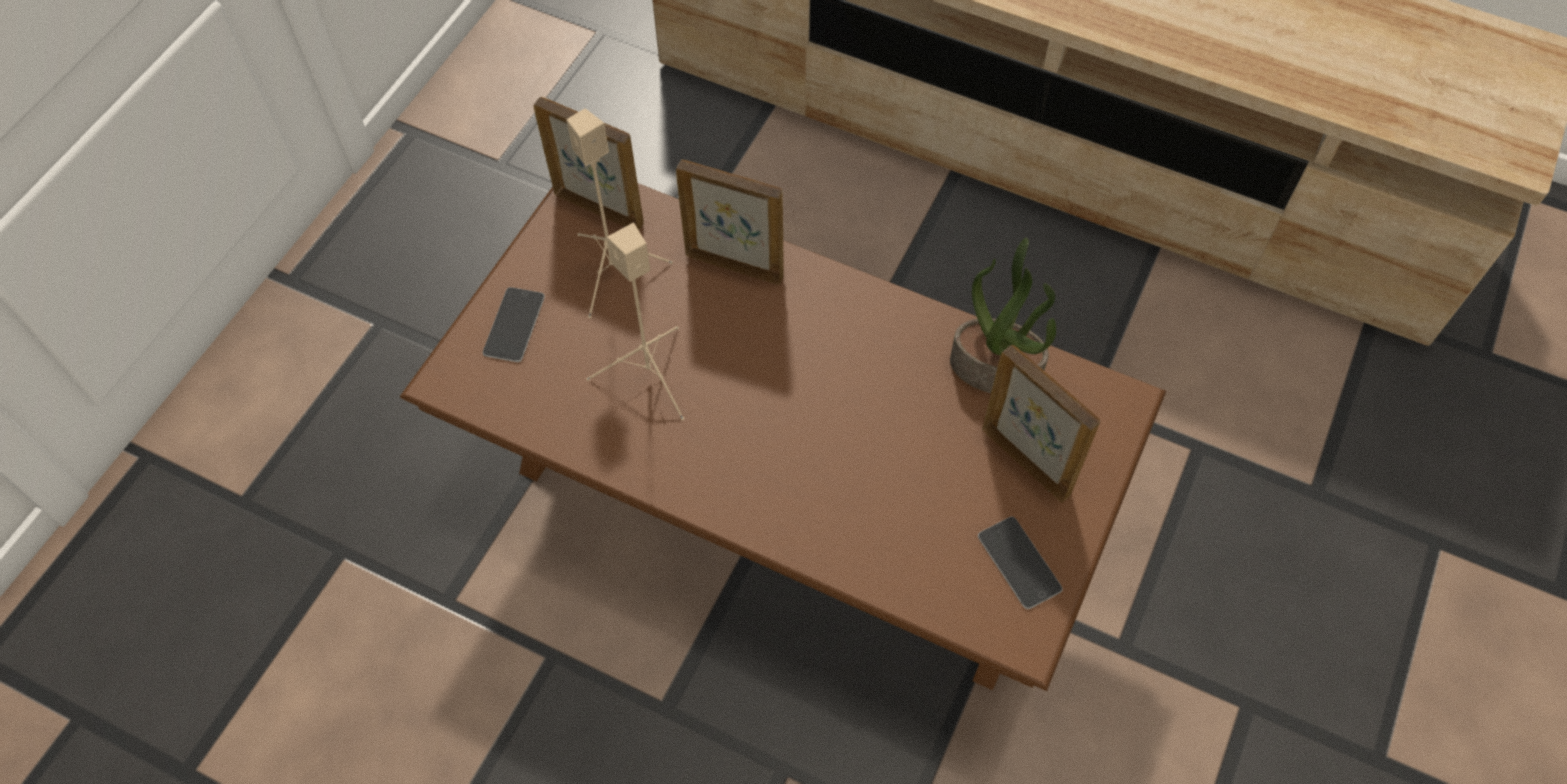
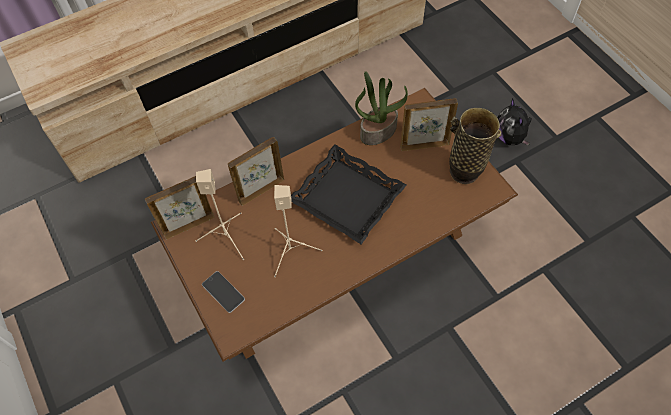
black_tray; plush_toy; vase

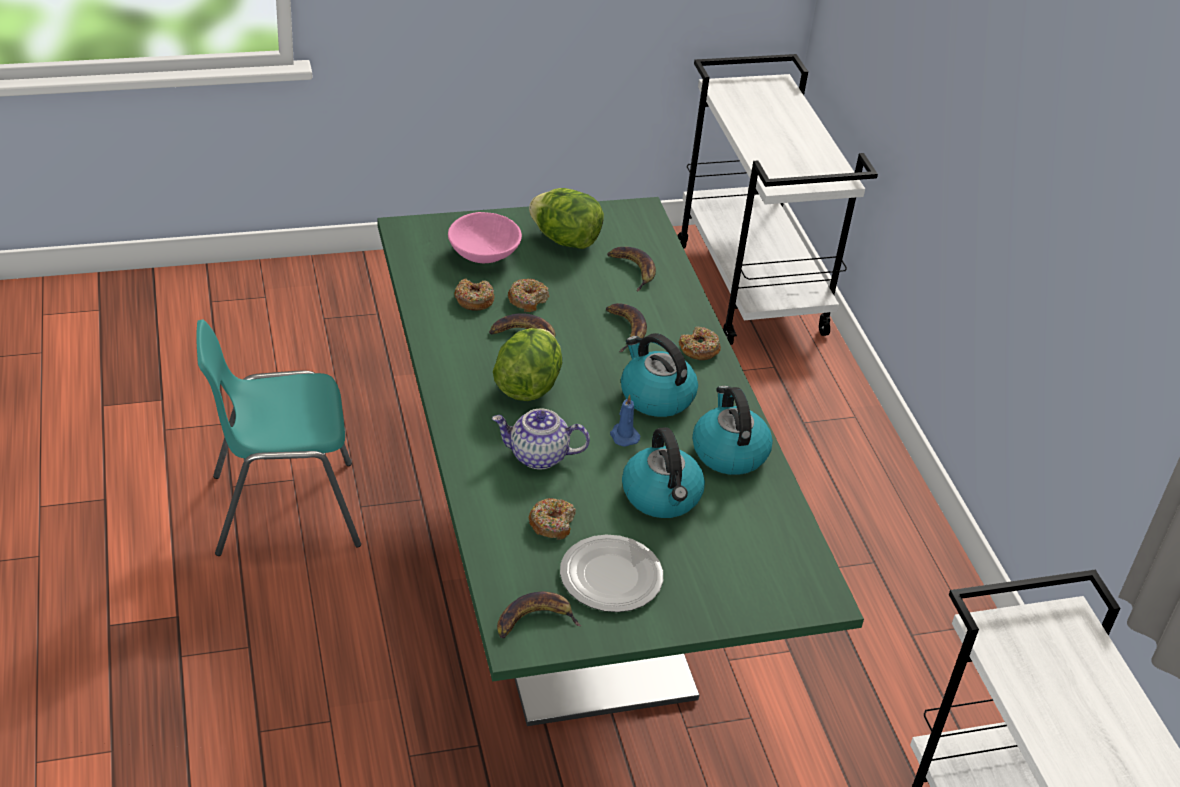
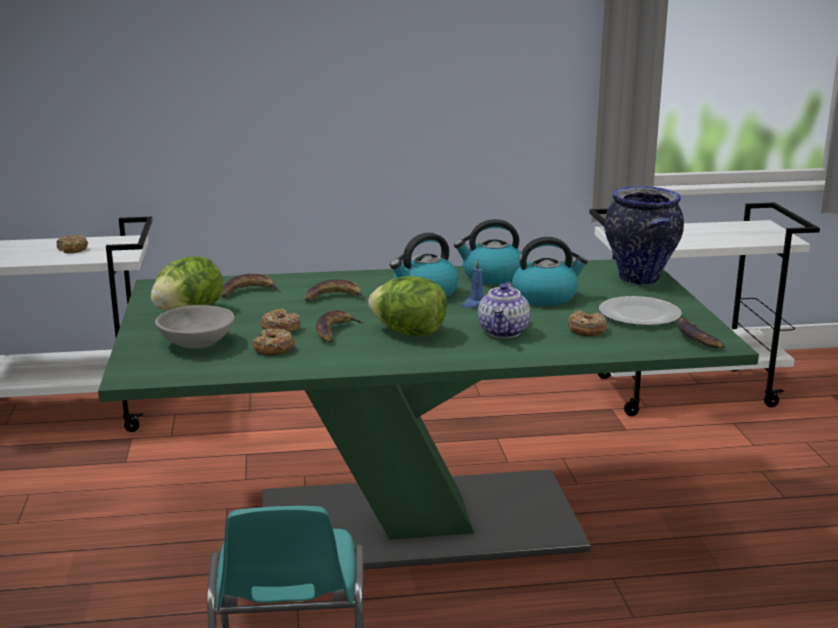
vase; donut (1st from left); grey_bowl

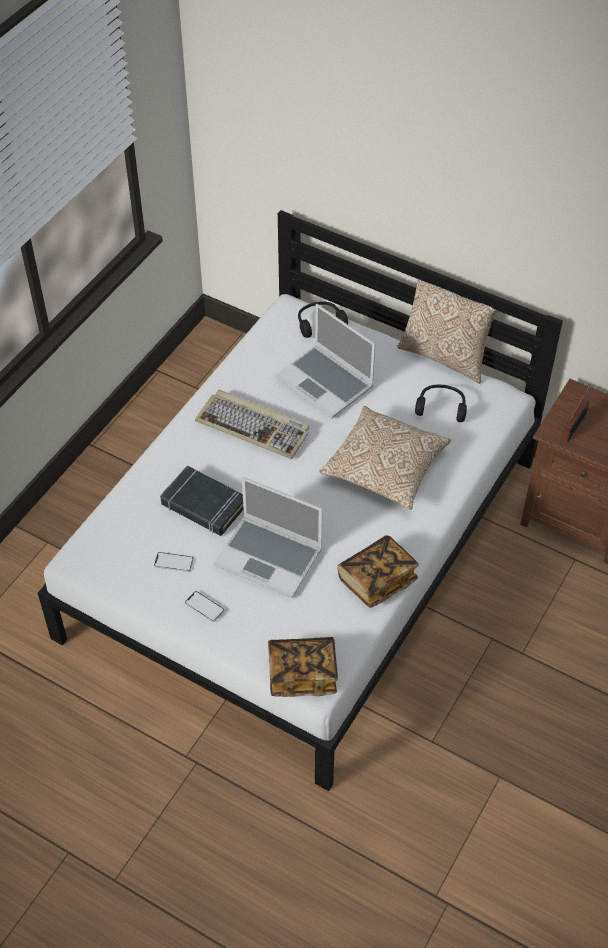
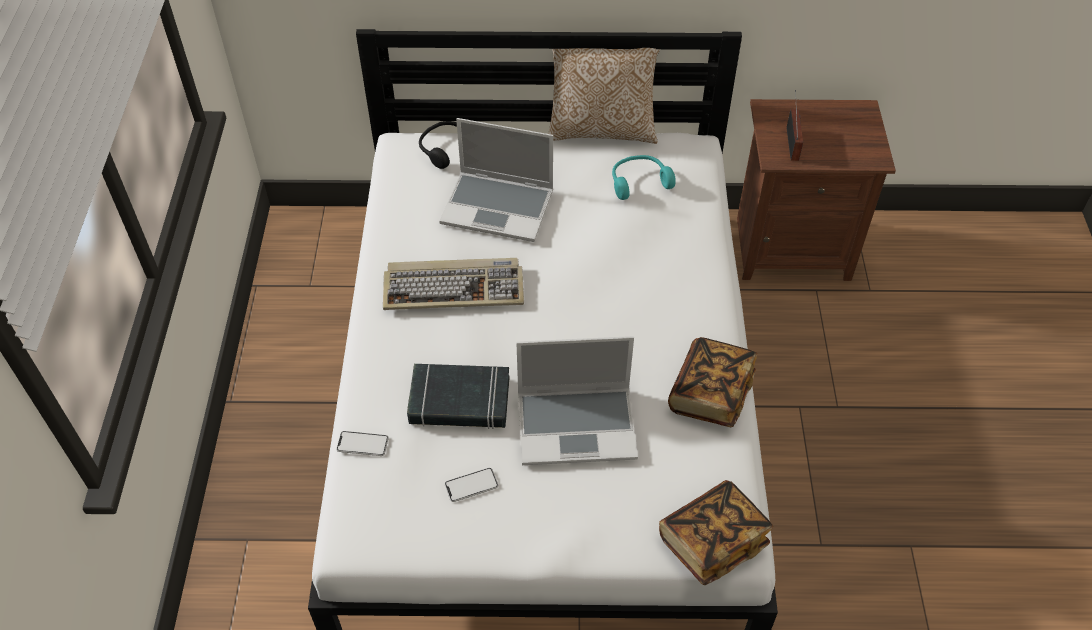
pillow (1st from left in the first image); phone (1st from left); turquoise_headphones

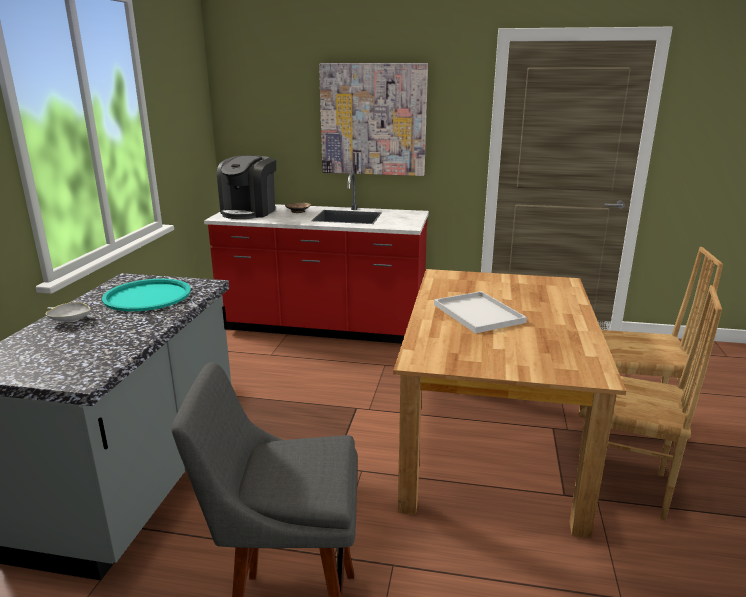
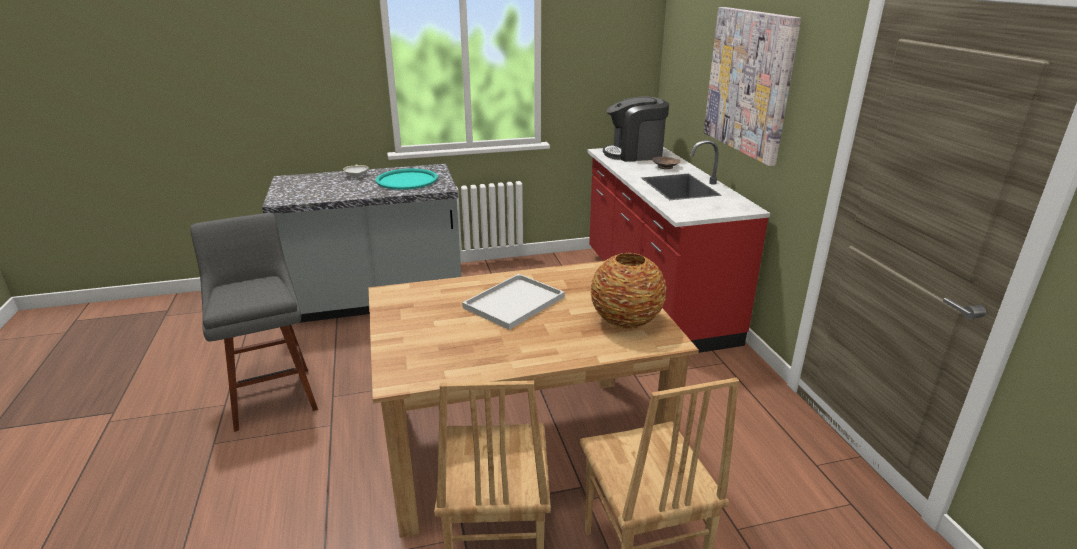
vase

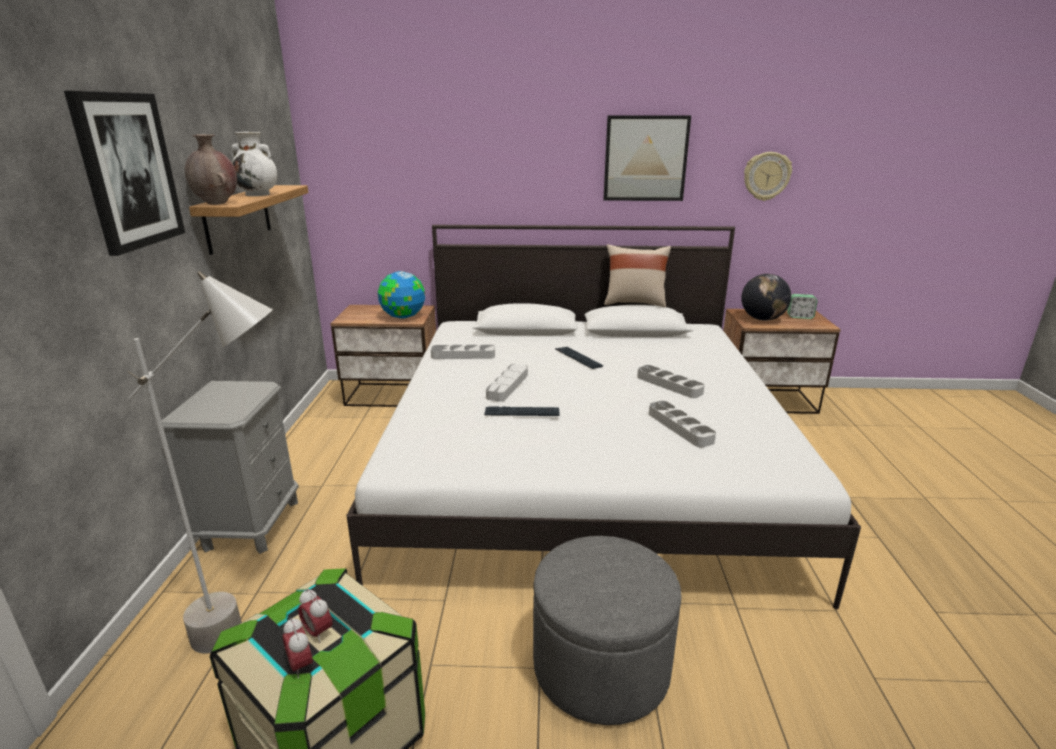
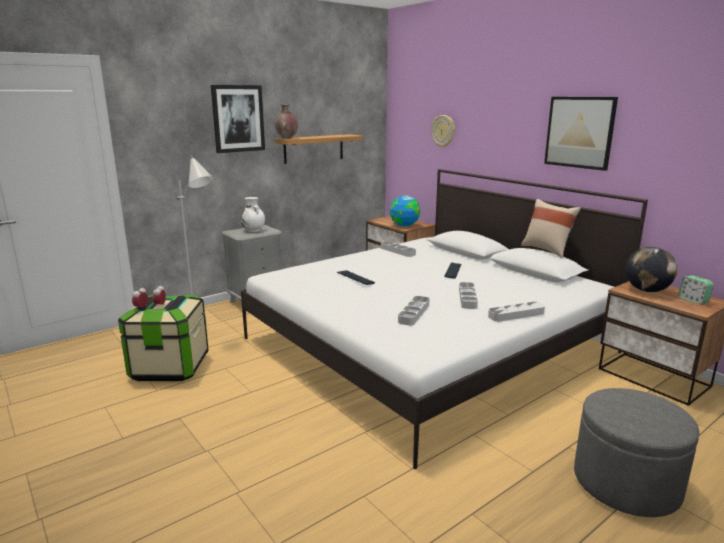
white_vase; grey_tray (4th from left); grey_ottoman; wall_clock

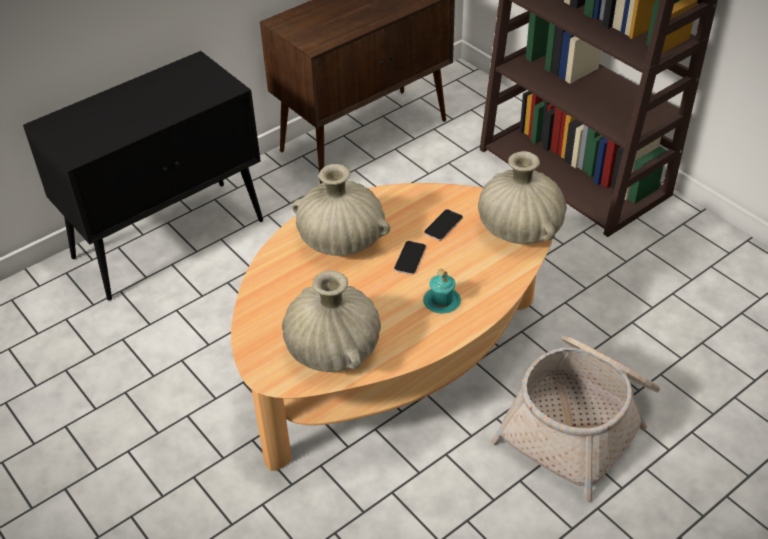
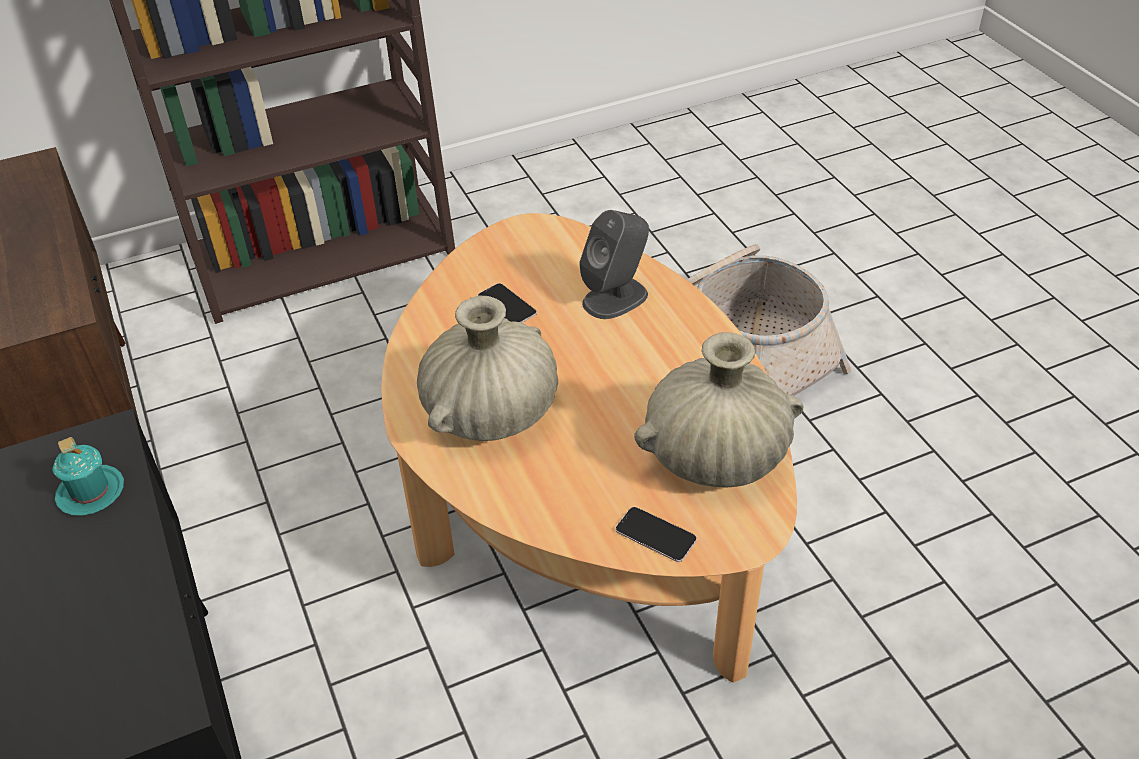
beige_vase (3rd from left in the first image); grey_speaker; phone (2nd from left); turquoise_mug

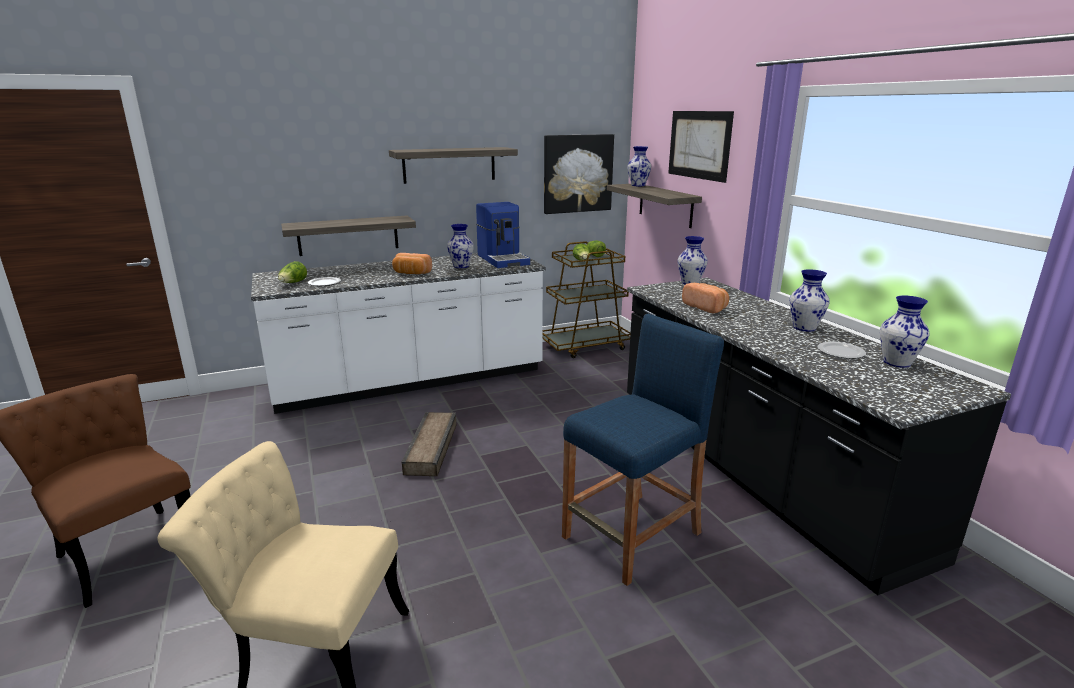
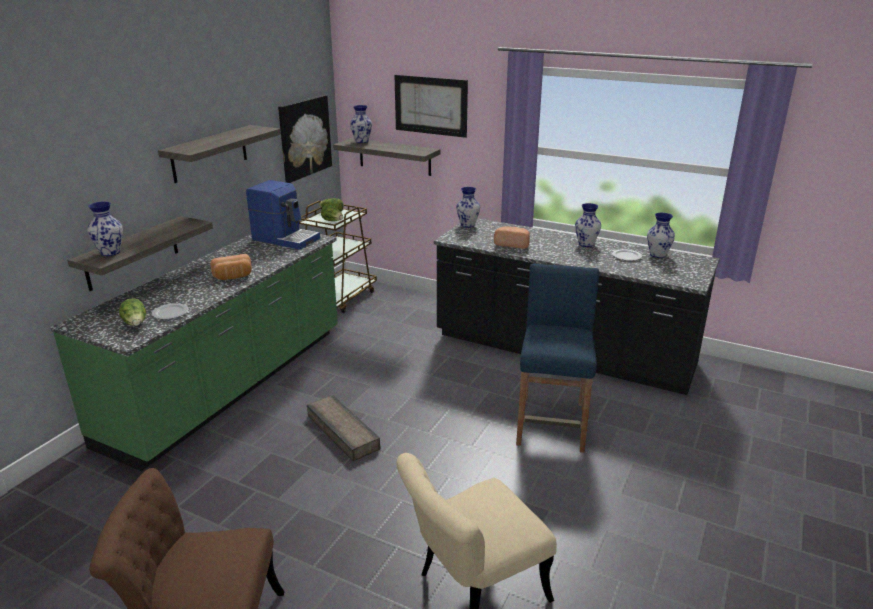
vase (1st from left); green_counter

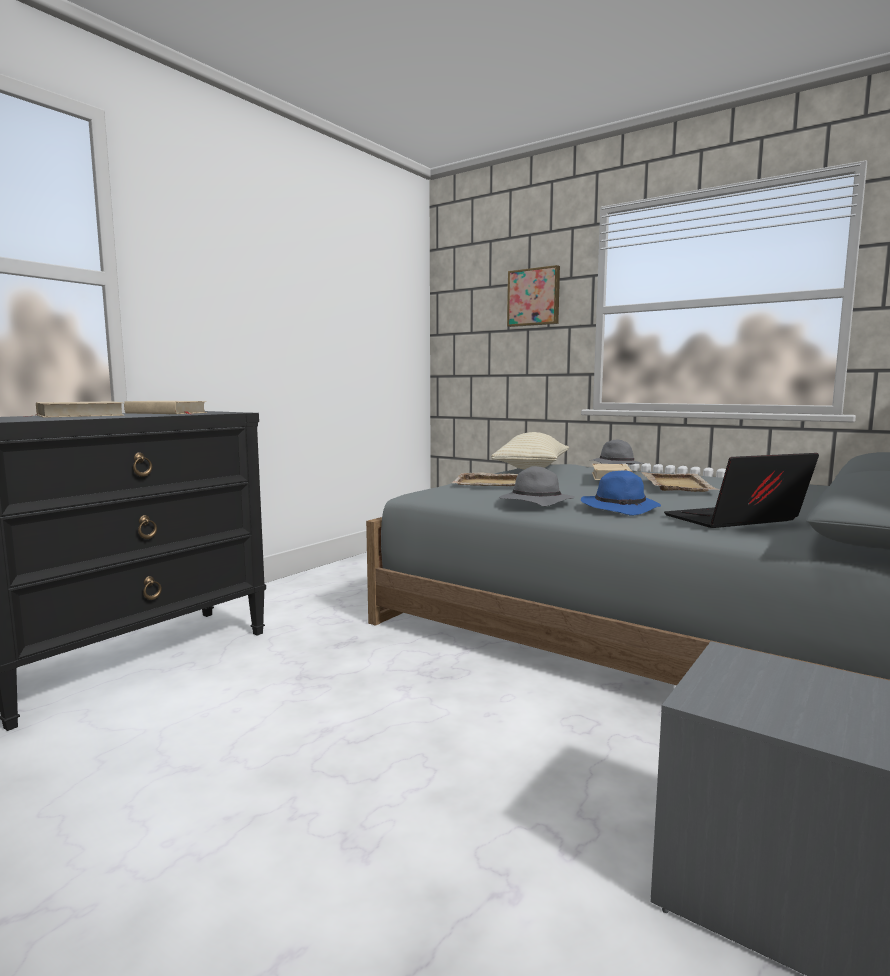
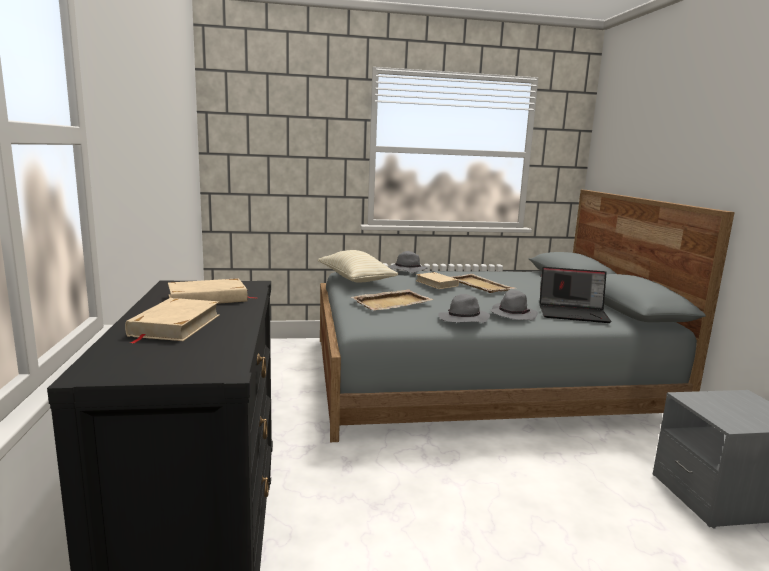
picture; grey_hat (3rd from left); laptop

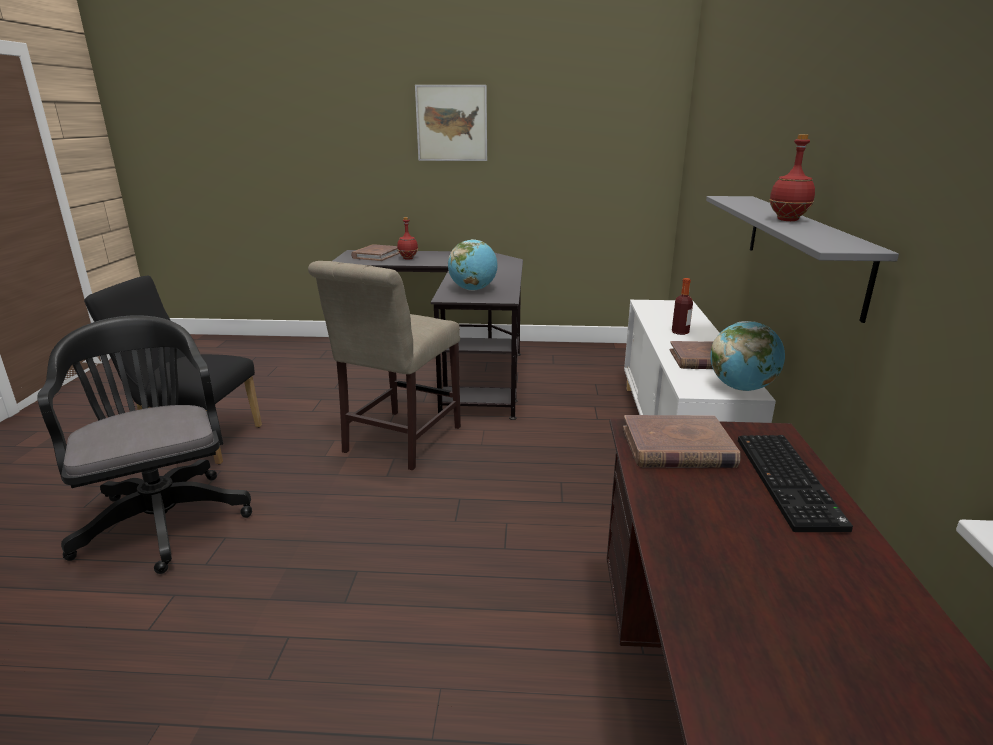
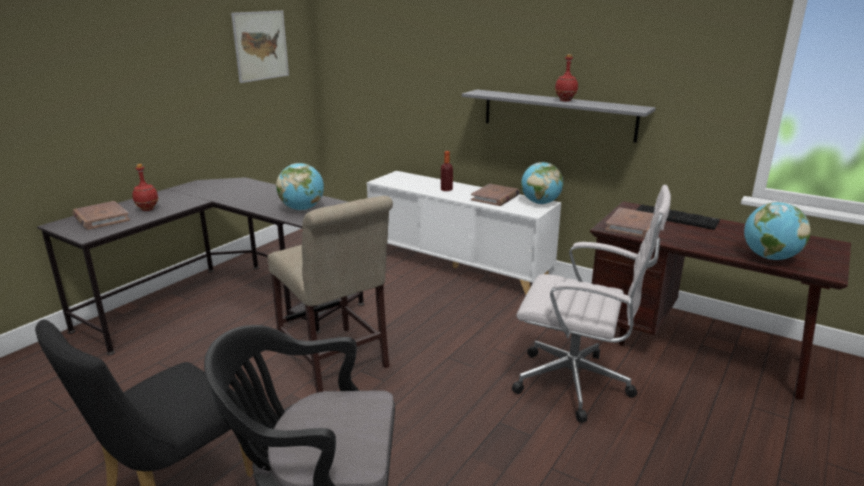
white_office_chair; globe (3rd from left); picture

